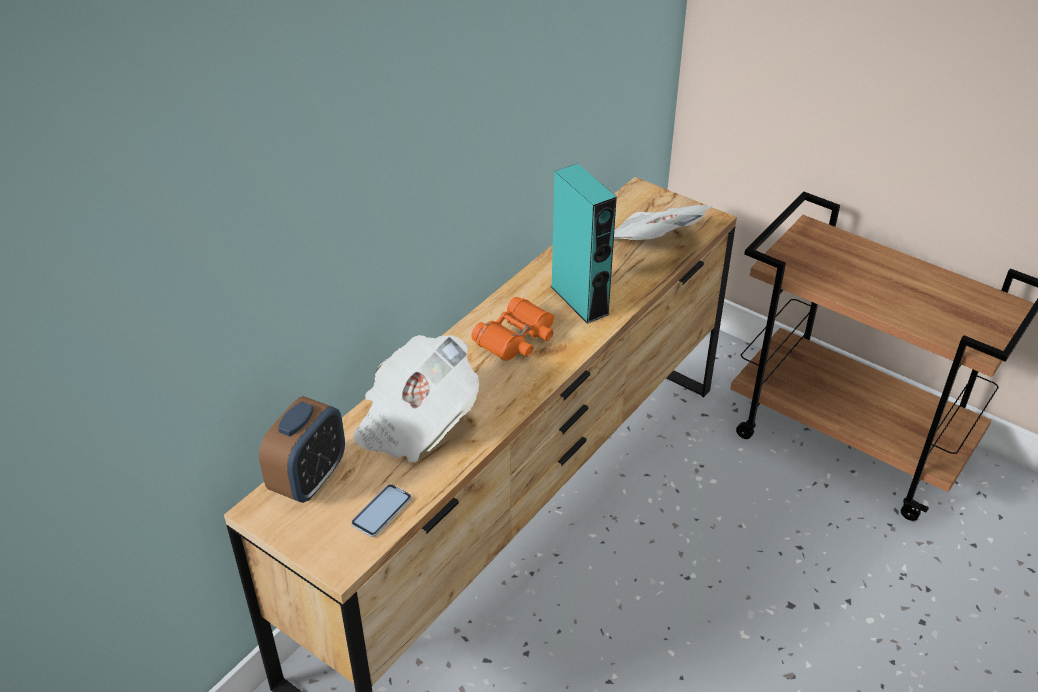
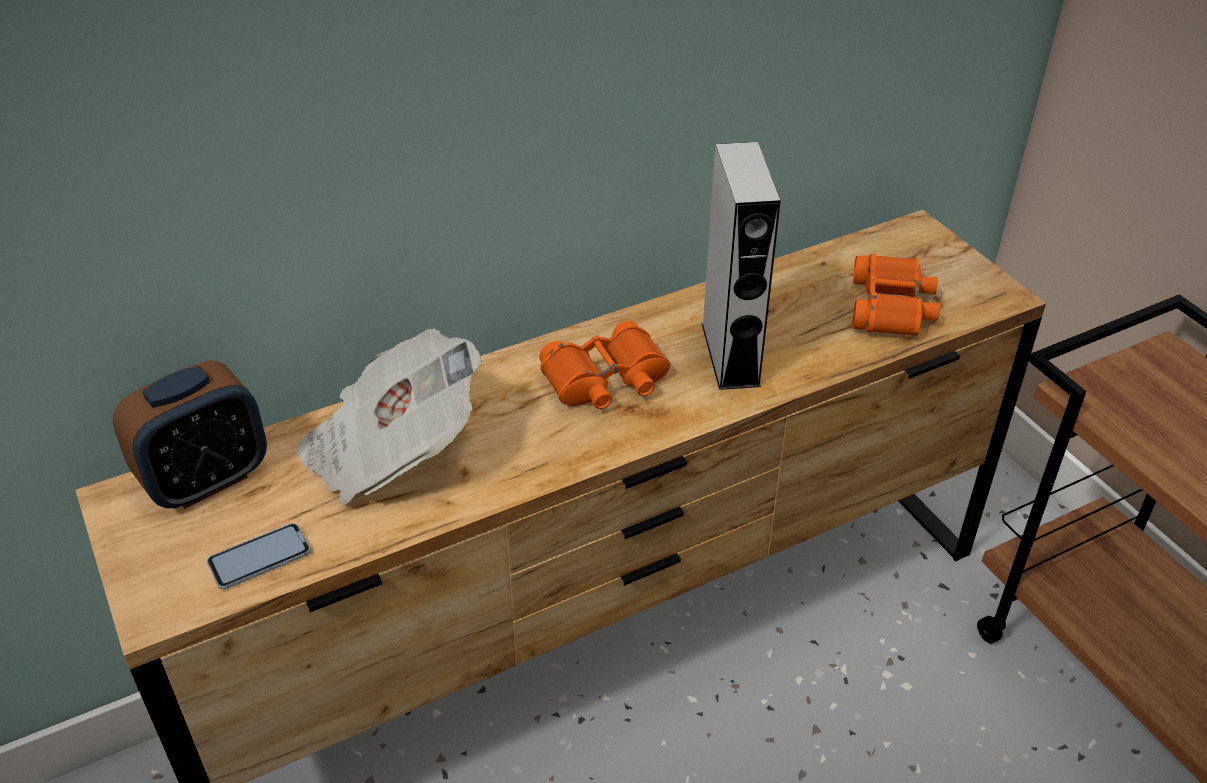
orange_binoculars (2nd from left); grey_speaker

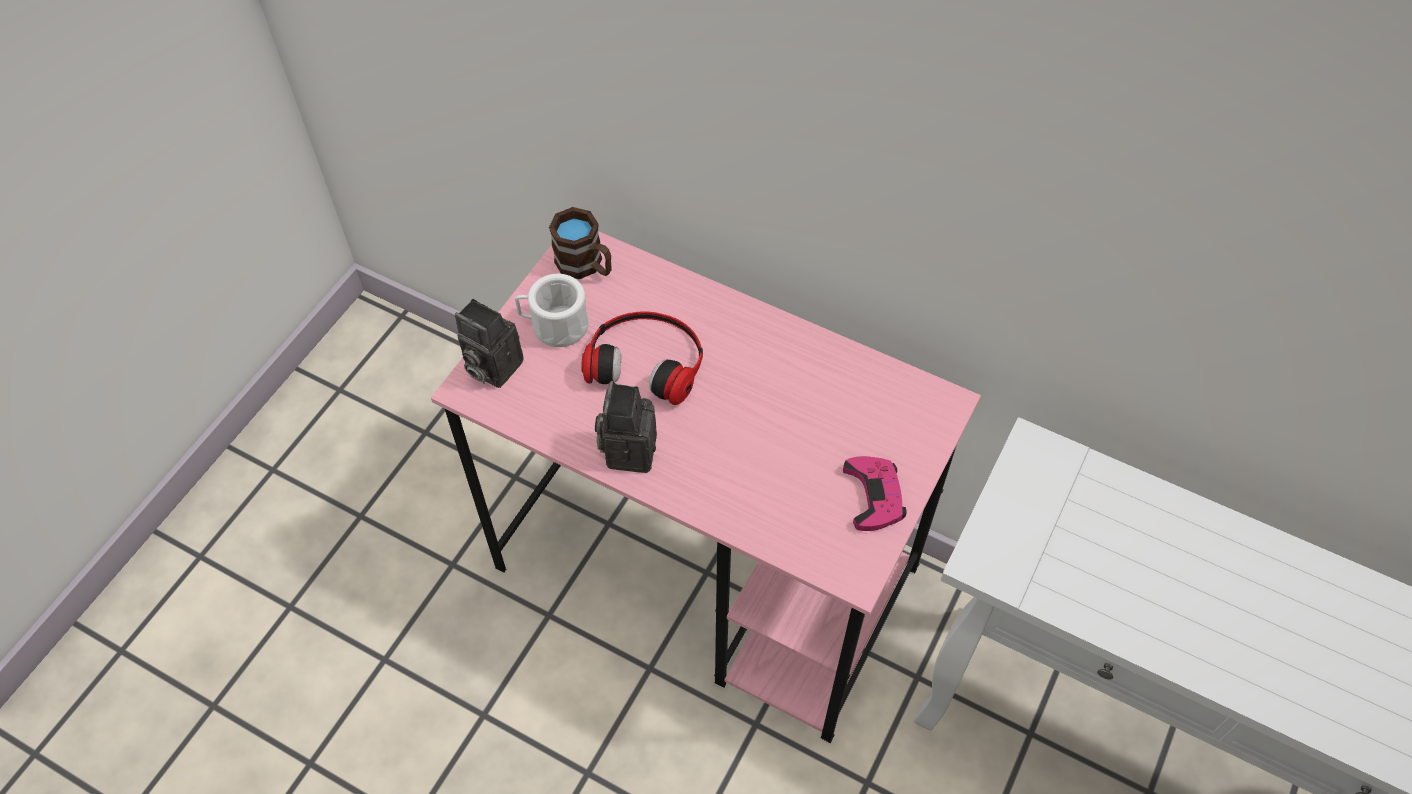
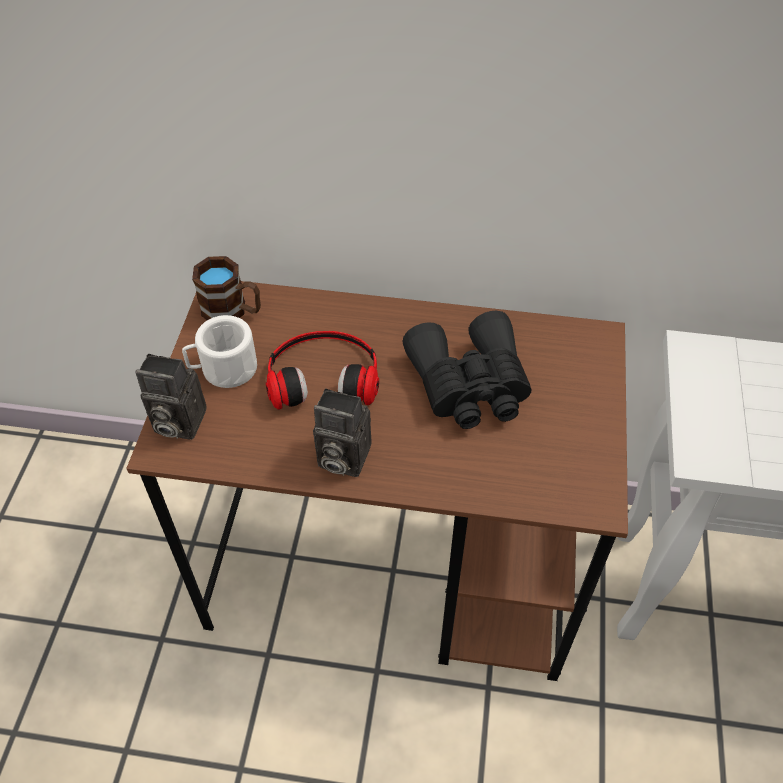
pink_game_controller; black_binoculars; brown_desk; photo_camera (2nd from left)

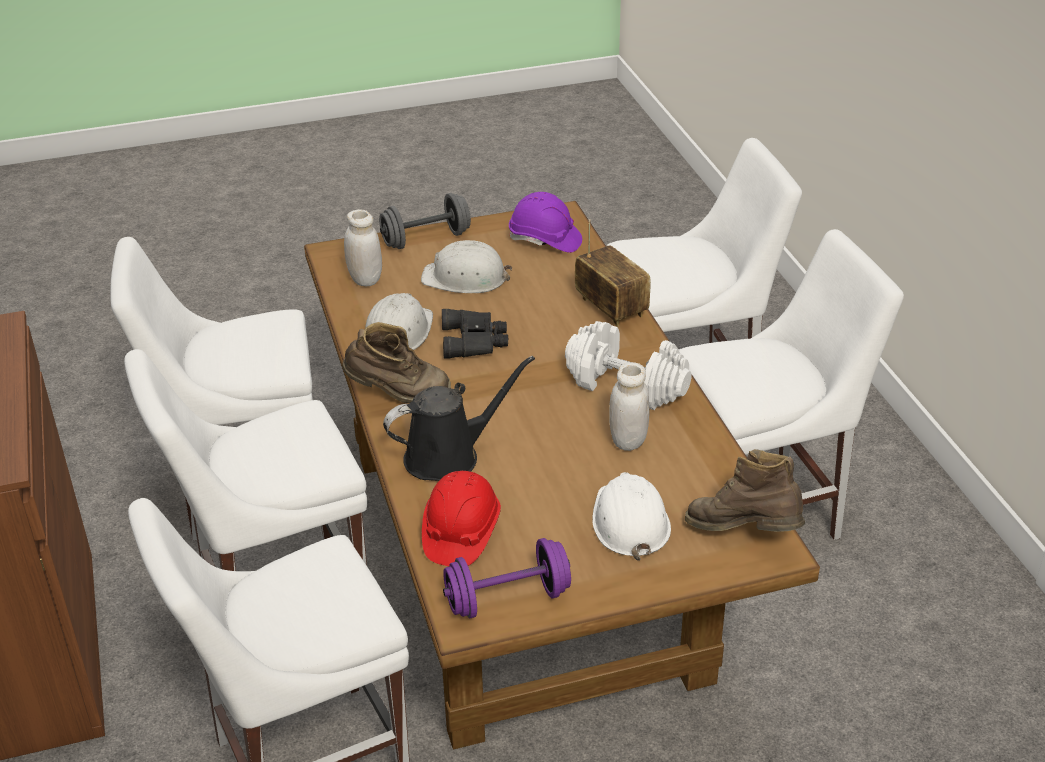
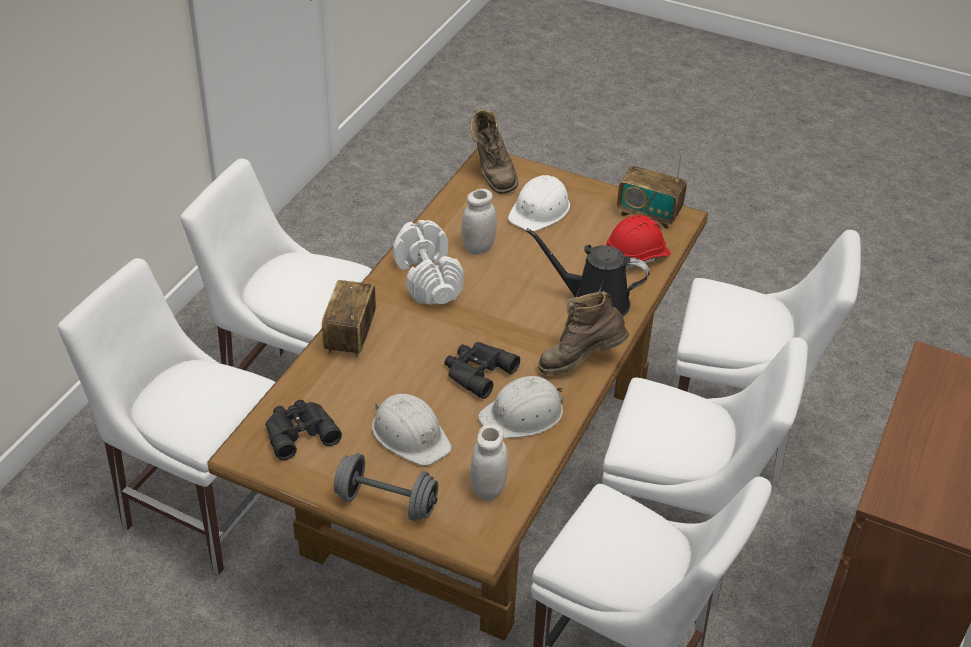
radio (2nd from left); black_binoculars (1st from left); brown_boot (2nd from left)

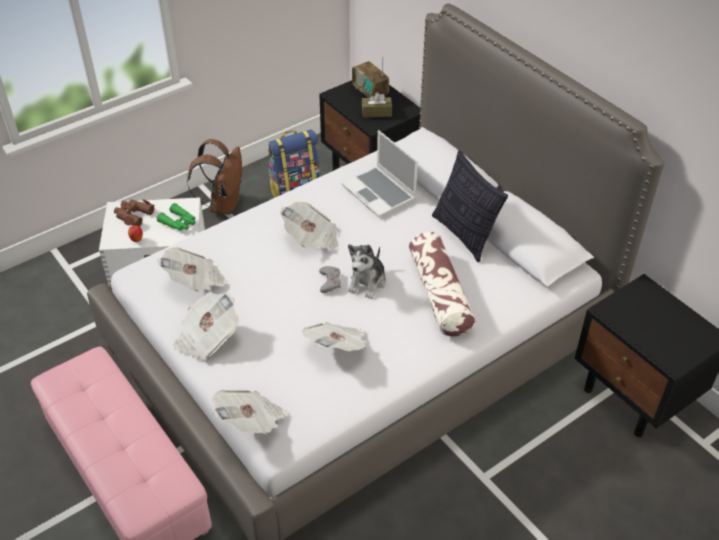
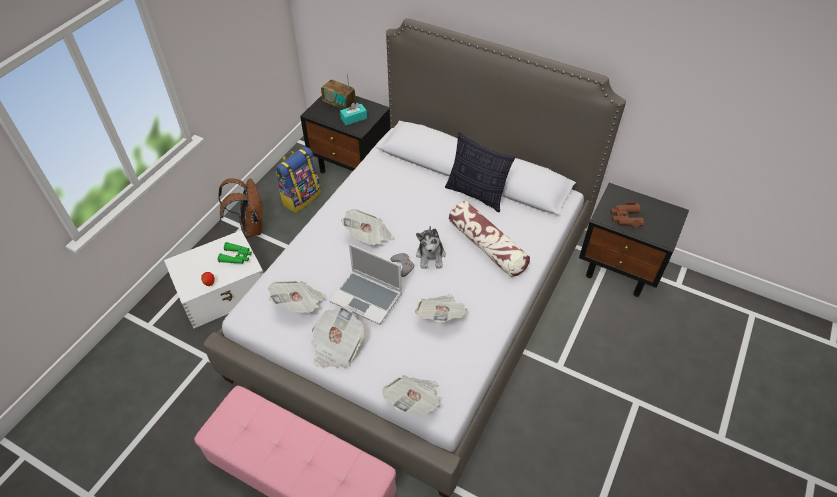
brown_binoculars; laptop; turquoise_tissue_box

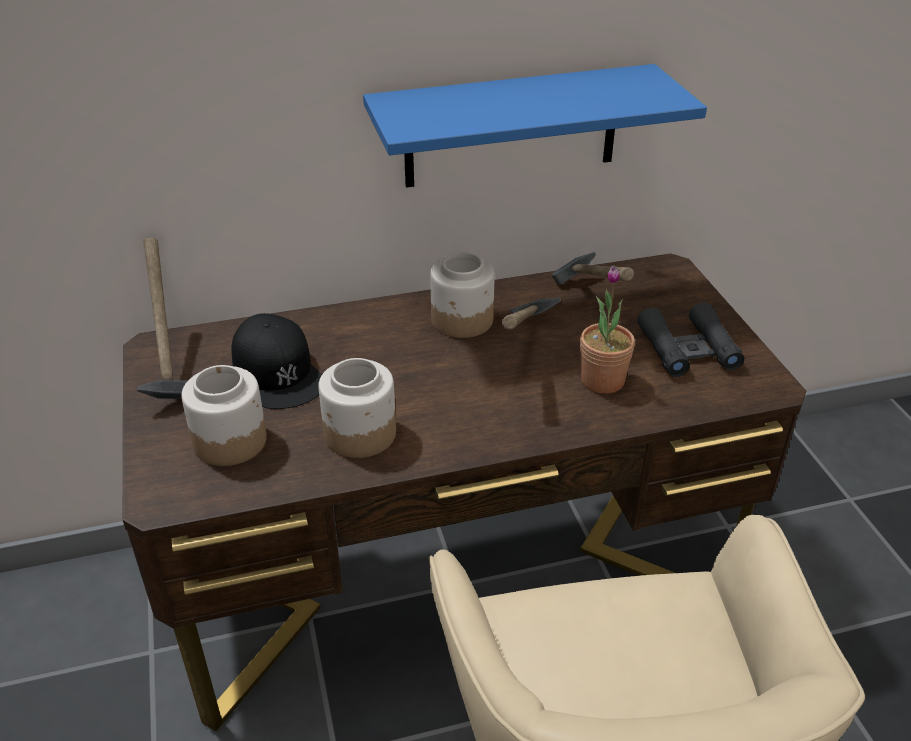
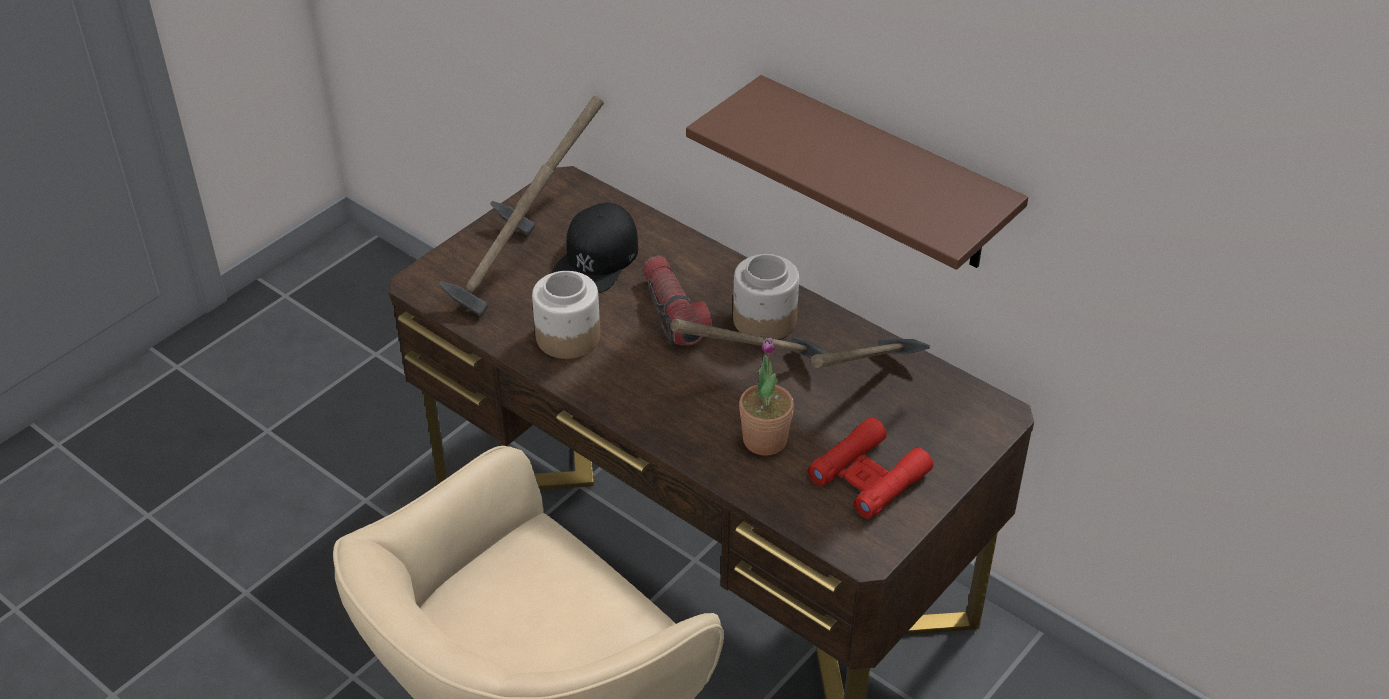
flashlight; hammer (1st from left); brown_shelf; red_binoculars

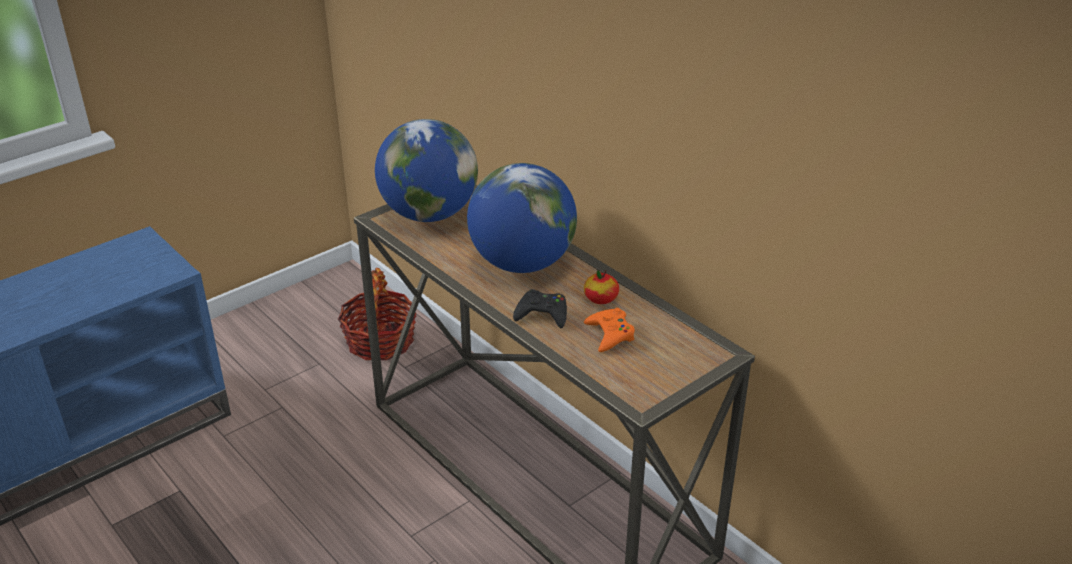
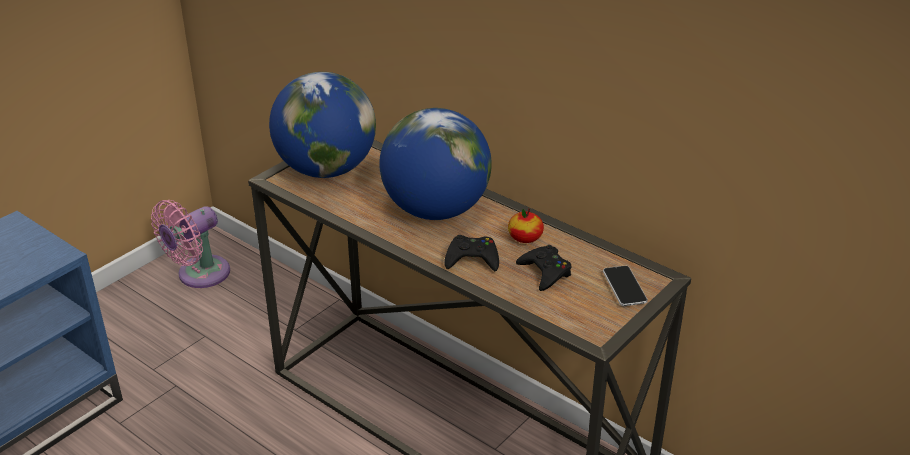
basket; pink_fan; phone; black_game_controller (2nd from left)

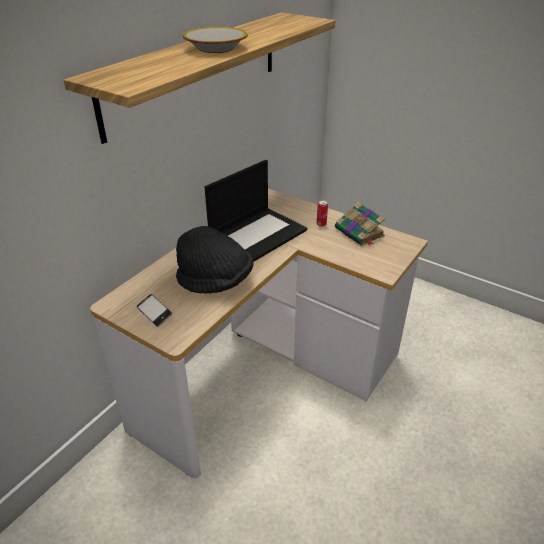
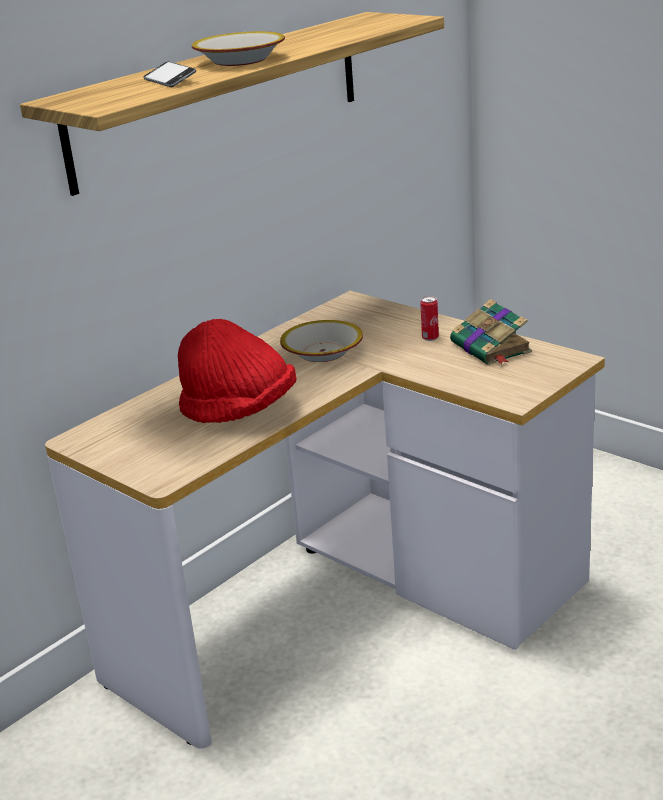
phone; bowl (2nd from left); red_hat

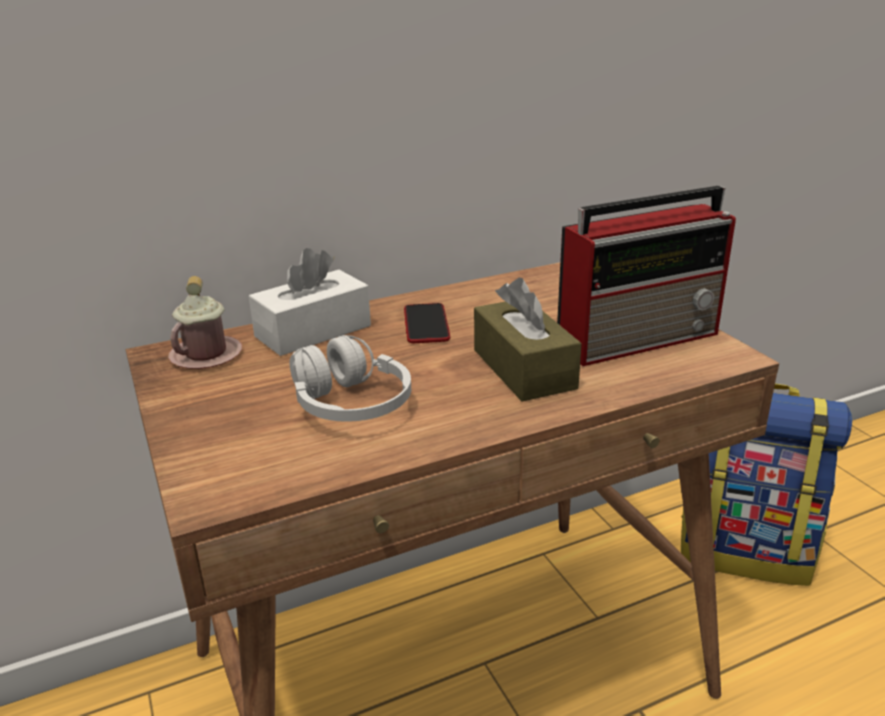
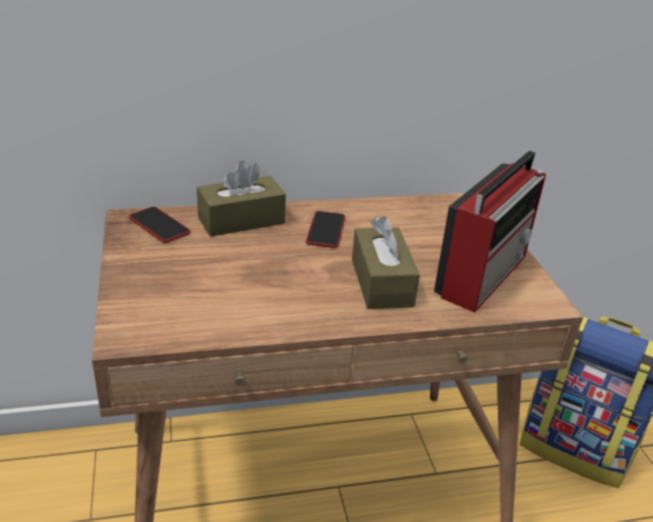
white_headphones; phone (1st from left); brown_tissue_box (1st from left); radio

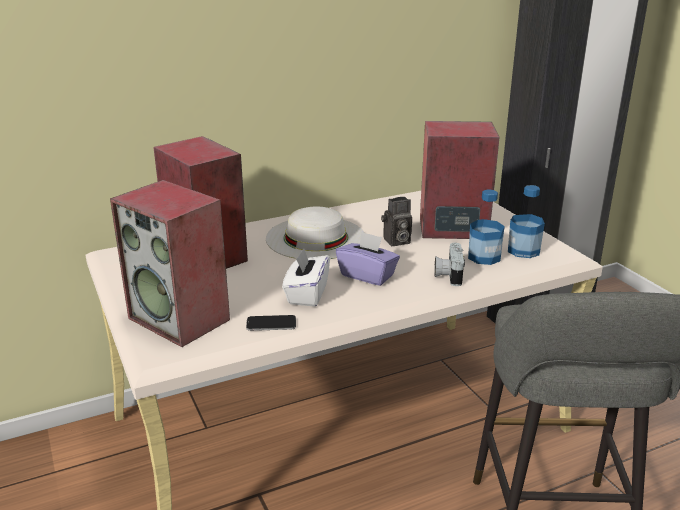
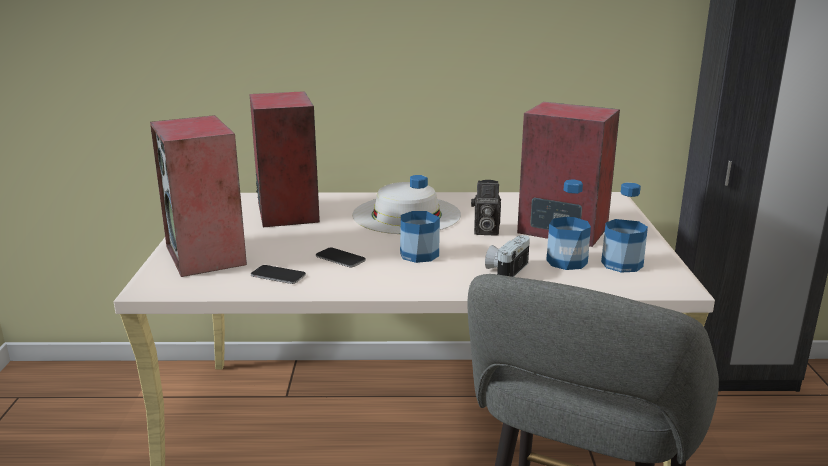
phone (2nd from left); bottle (1st from left)

